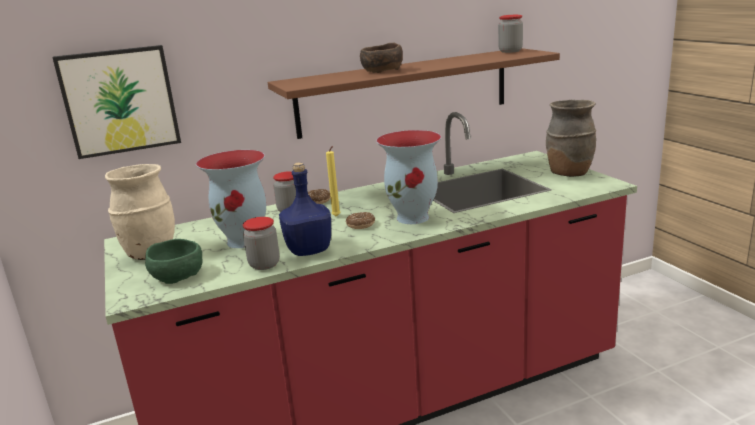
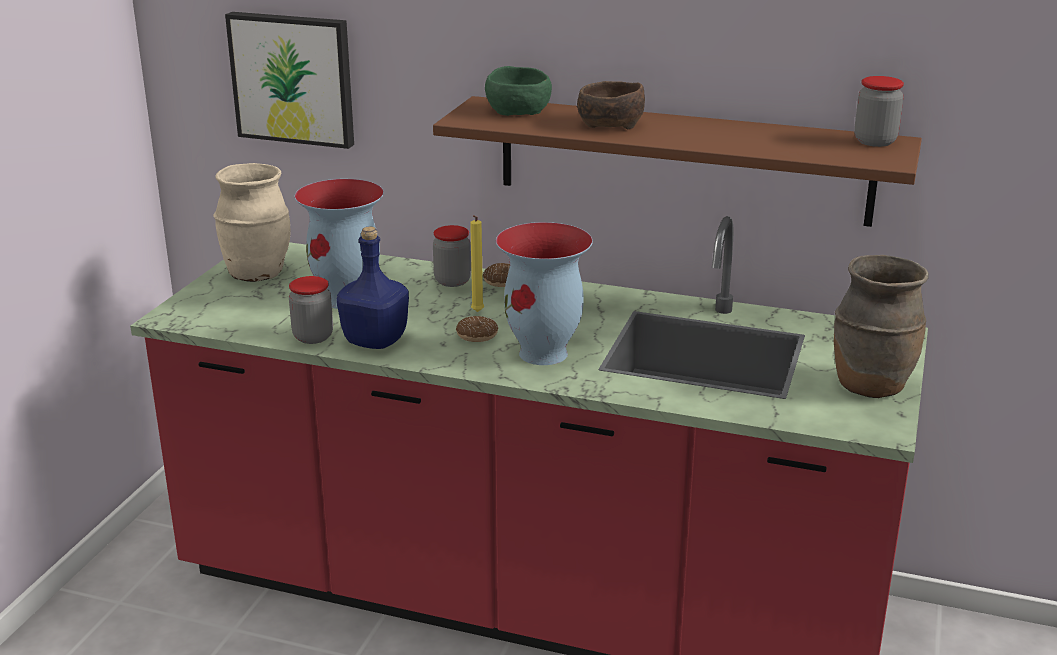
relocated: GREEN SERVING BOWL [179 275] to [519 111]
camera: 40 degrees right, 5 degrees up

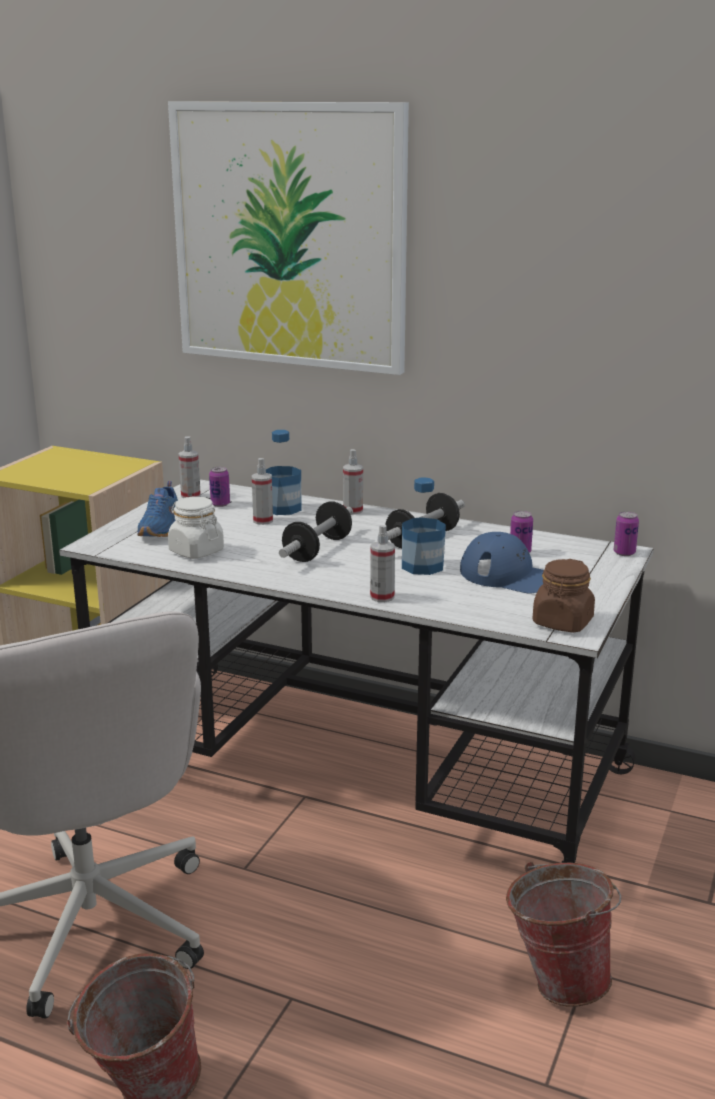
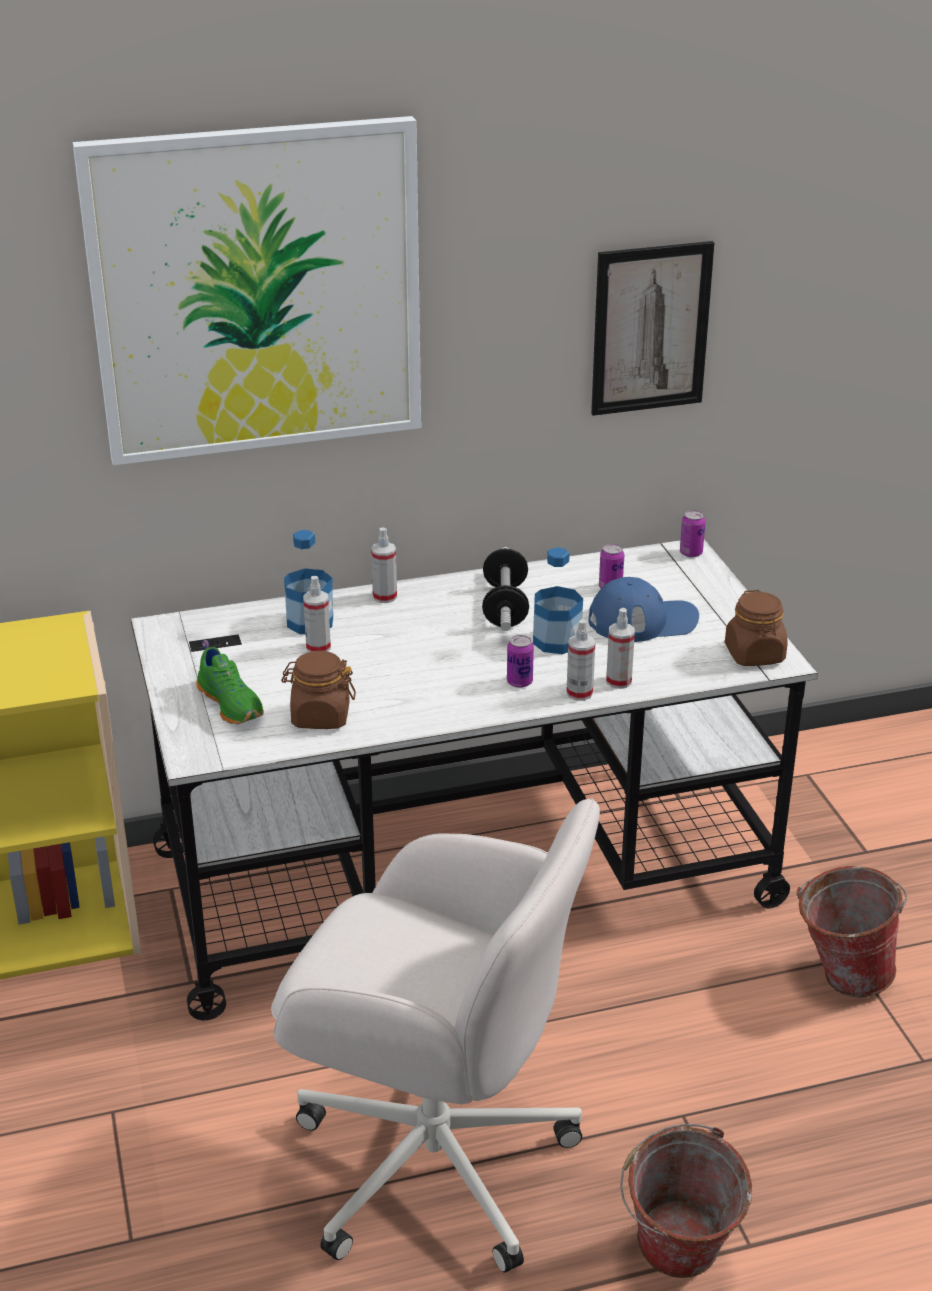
missing: FREE WEIGHT [317 550]
appeared: WALL ART [650 328]
relocated: METAL CAN [220 504] to [519 682]; SPRAYER [190 496] to [618 681]
colour: BLUISH ITEM OF FOOTWEAR [162 529] to GREEN ITEM OF FOOTWEAR [232 703]; WHITE-COLOURED JAR [196 551] to BROWN JAR [320 716]
camera: 40 degrees left, 10 degrees up

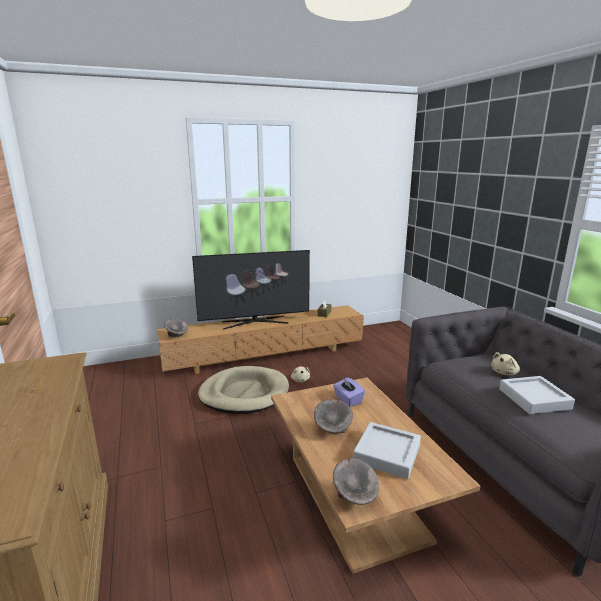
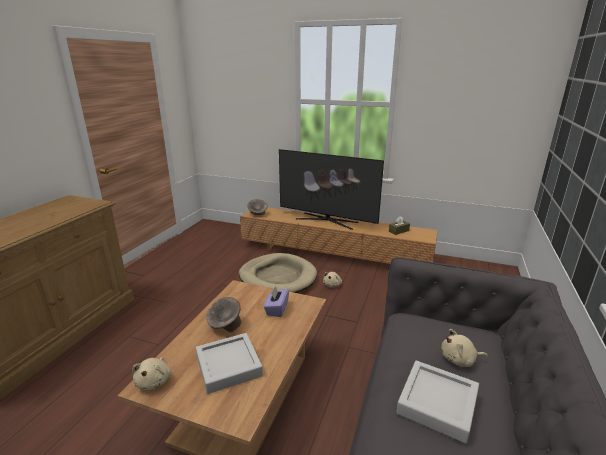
exchanged: GRAY SERVING BOWL [355 498] to BEIGE-COLOURED SOFT TOY [154 381]
camera: 40 degrees right, 5 degrees up

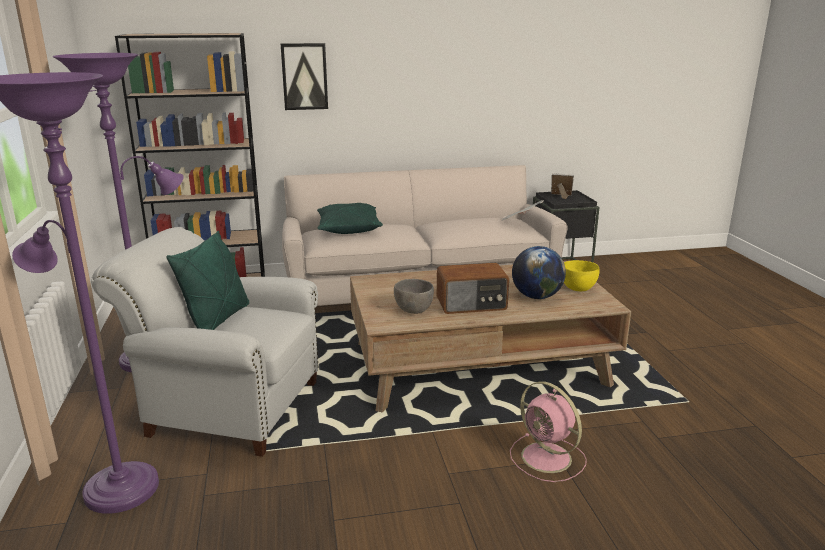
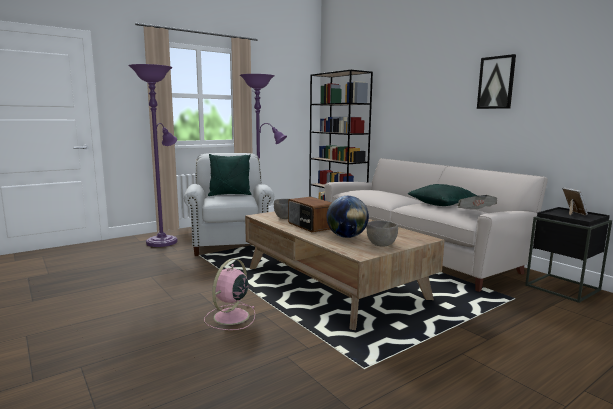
relocated: GREEN CUSHION [348 229] to [442 204]; WALL ART [304 76] to [496 82]
colour: YELLOW-COLOURED SERVING BOWL [578 289] to GRAY SERVING BOWL [381 245]
camera: 65 degrees right, 10 degrees down

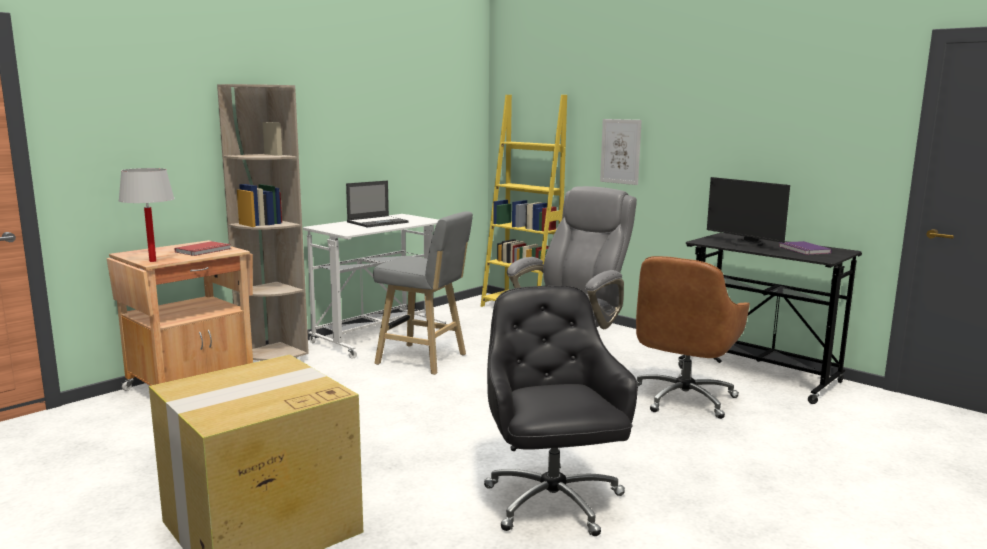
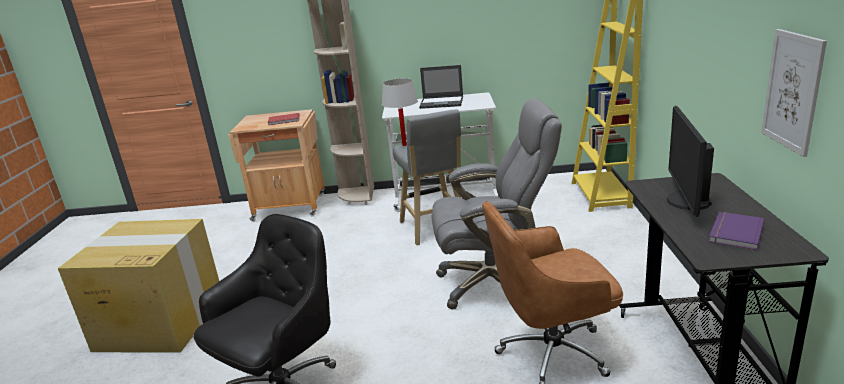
relocated: WHITE-COLOURED TABLETOP LAMP [152 261] to [404 145]; WALL ART [620 151] to [792 91]
camera: 50 degrees right, 10 degrees up

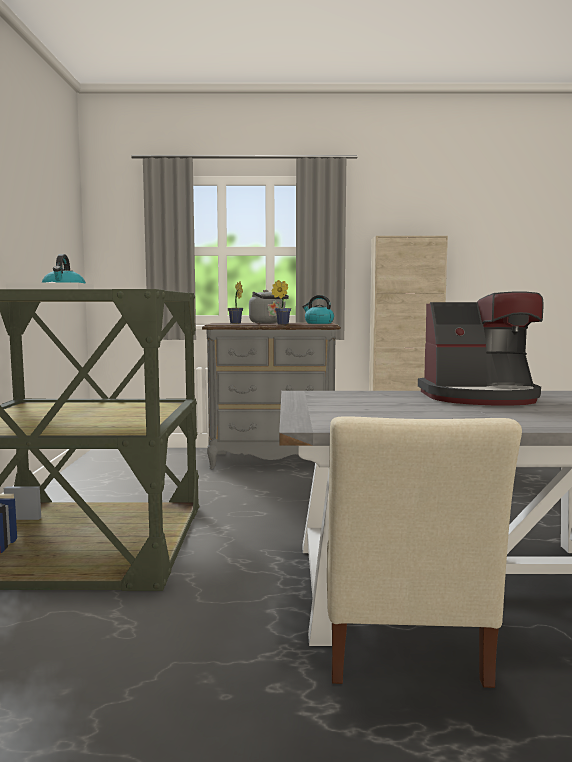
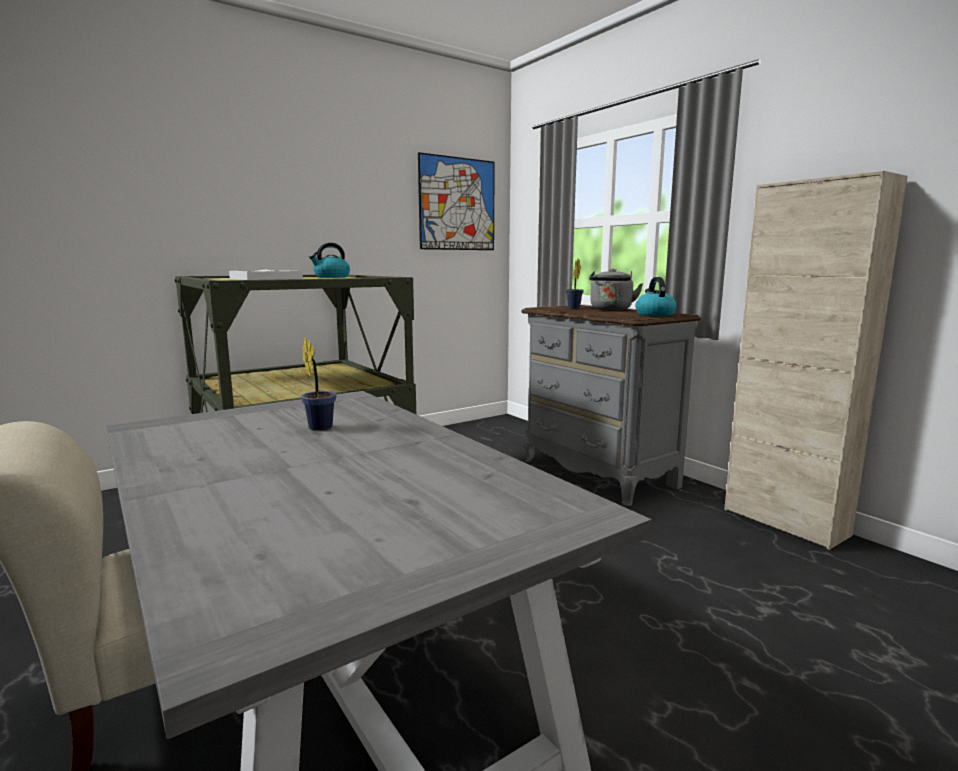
missing: COFFEE BREWER [480 397]
appeared: WALL ART [457 204]
relocated: POTTED PLANT [281 324] to [319 426]
camera: 55 degrees right, 5 degrees up

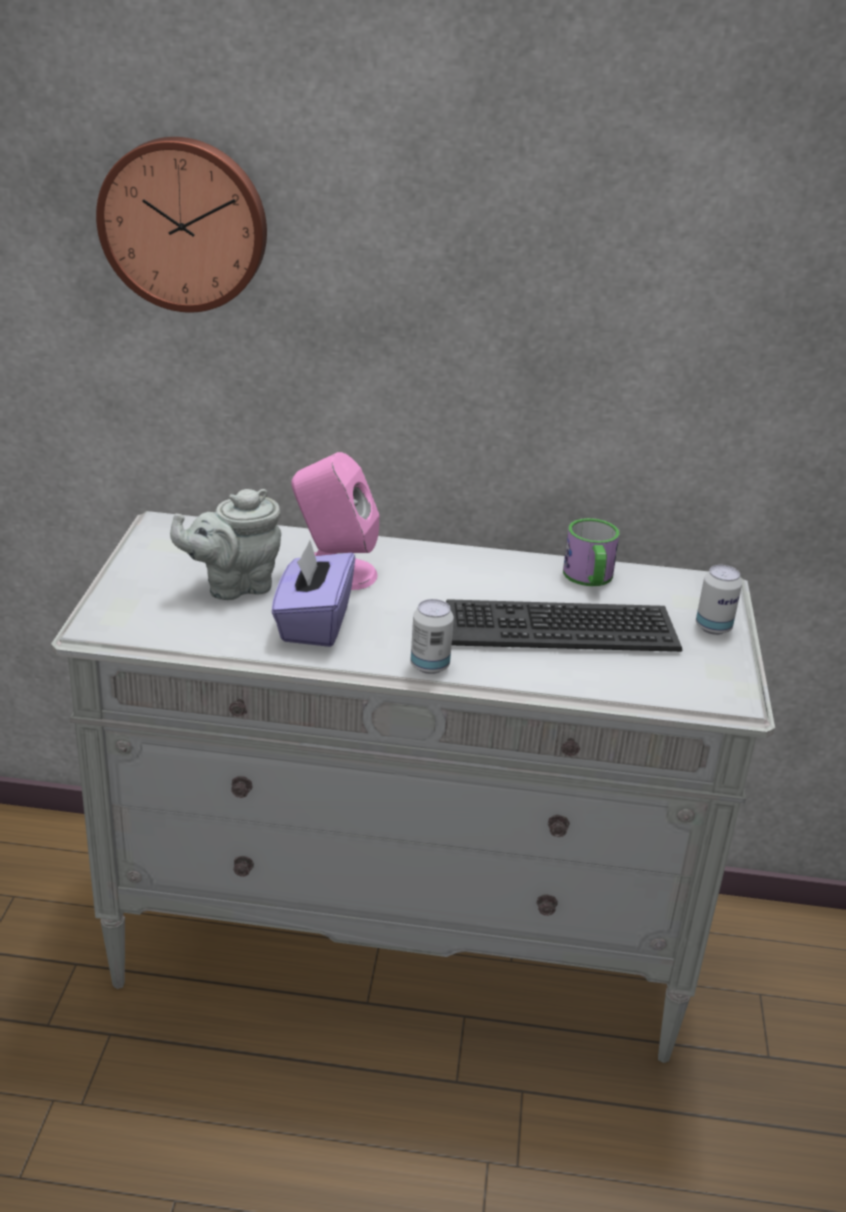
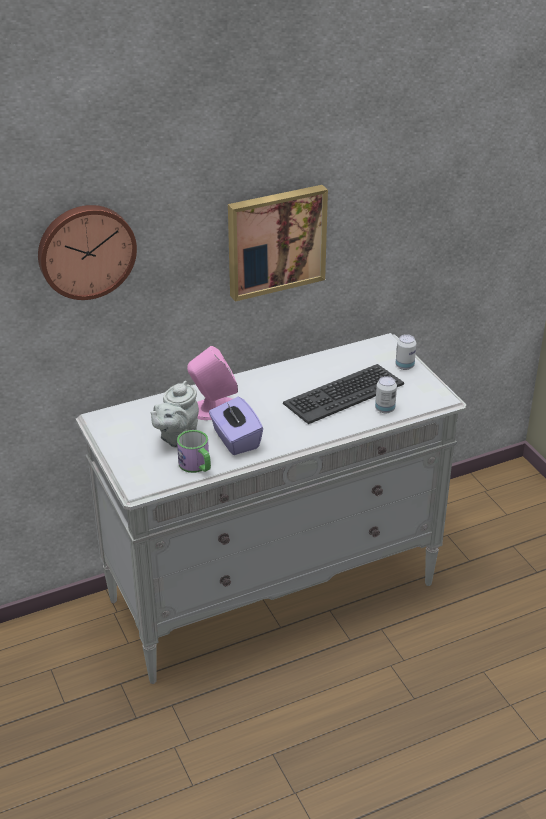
appeared: WALL ART [275 240]
relocated: MUG [589 578] to [197 466]; METAL CAN [429 666] to [385 409]
camera: 30 degrees left, 5 degrees up

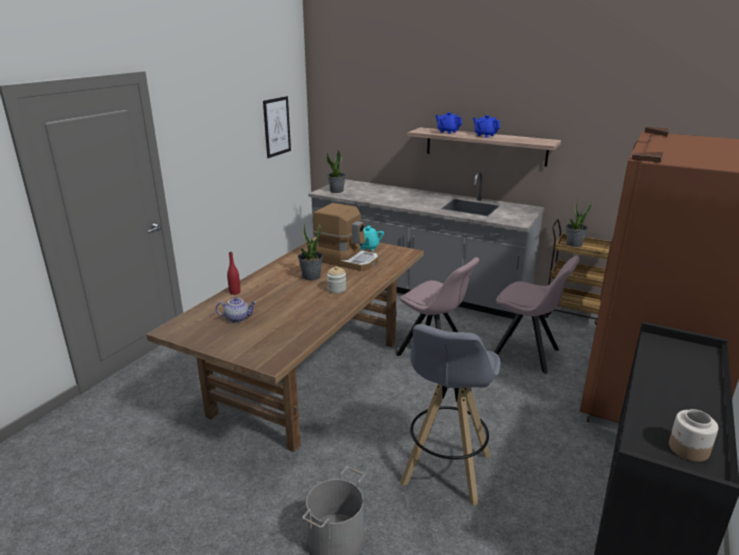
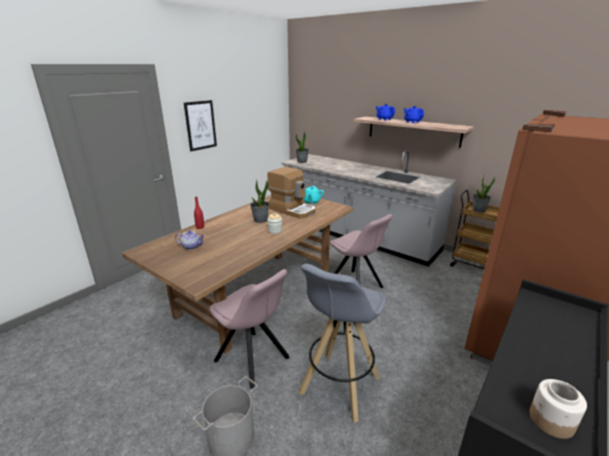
relocated: WALL ART [277 126] to [200 125]; PINK CHAIR [525 354] to [252 359]
camera: 10 degrees right, 0 degrees up

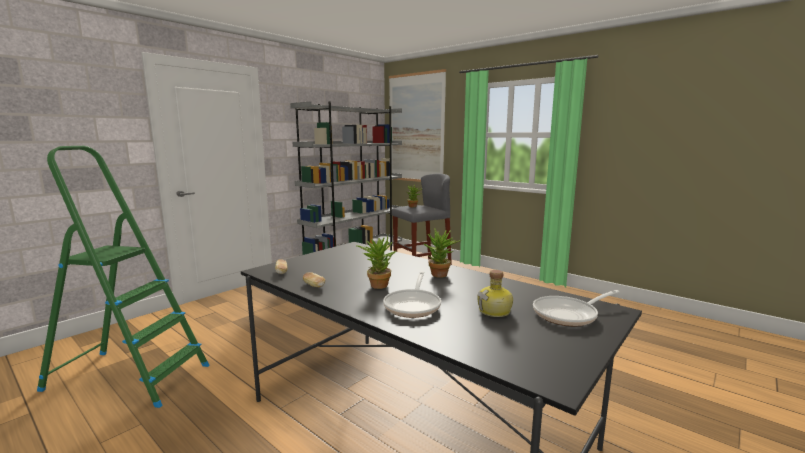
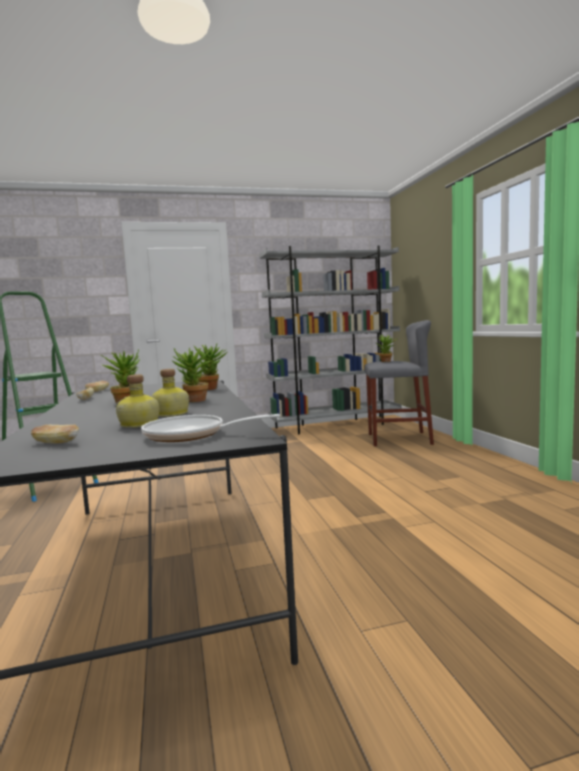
missing: PAN [413 305]; WALL ART [416 128]
appeared: BAKED BREAD [56 443]; BOTTLE [171 414]; POTTED PLANT [212 388]
camera: 35 degrees right, 5 degrees down

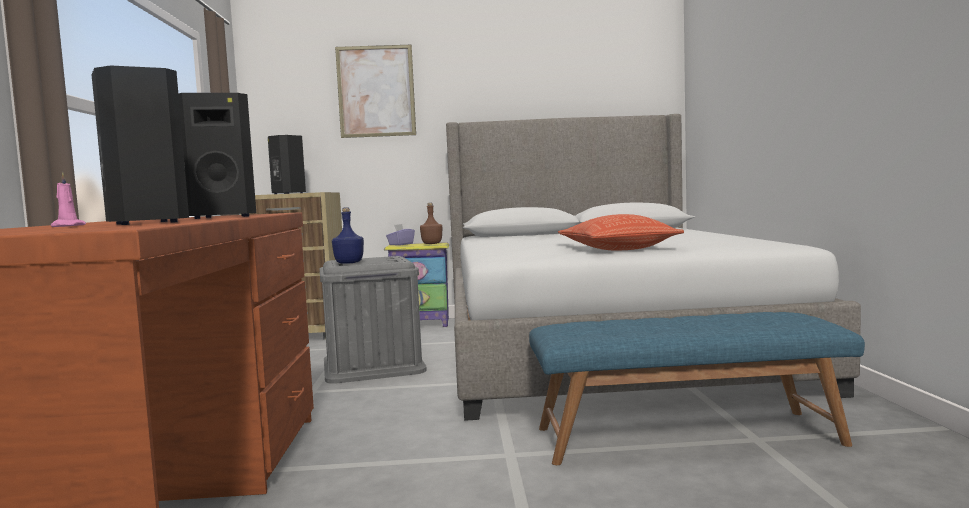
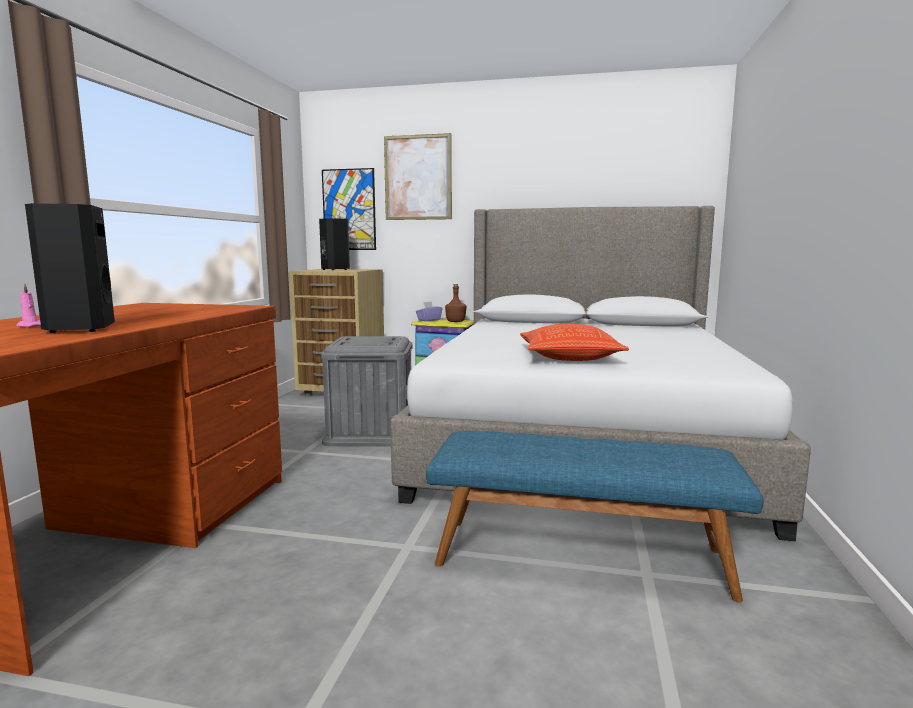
missing: BLACKISH LOUDSPEAKER [224 217]; BLUISH BOTTLE [349 263]
appeared: WALL ART [349 209]
camera: 15 degrees right, 5 degrees up

